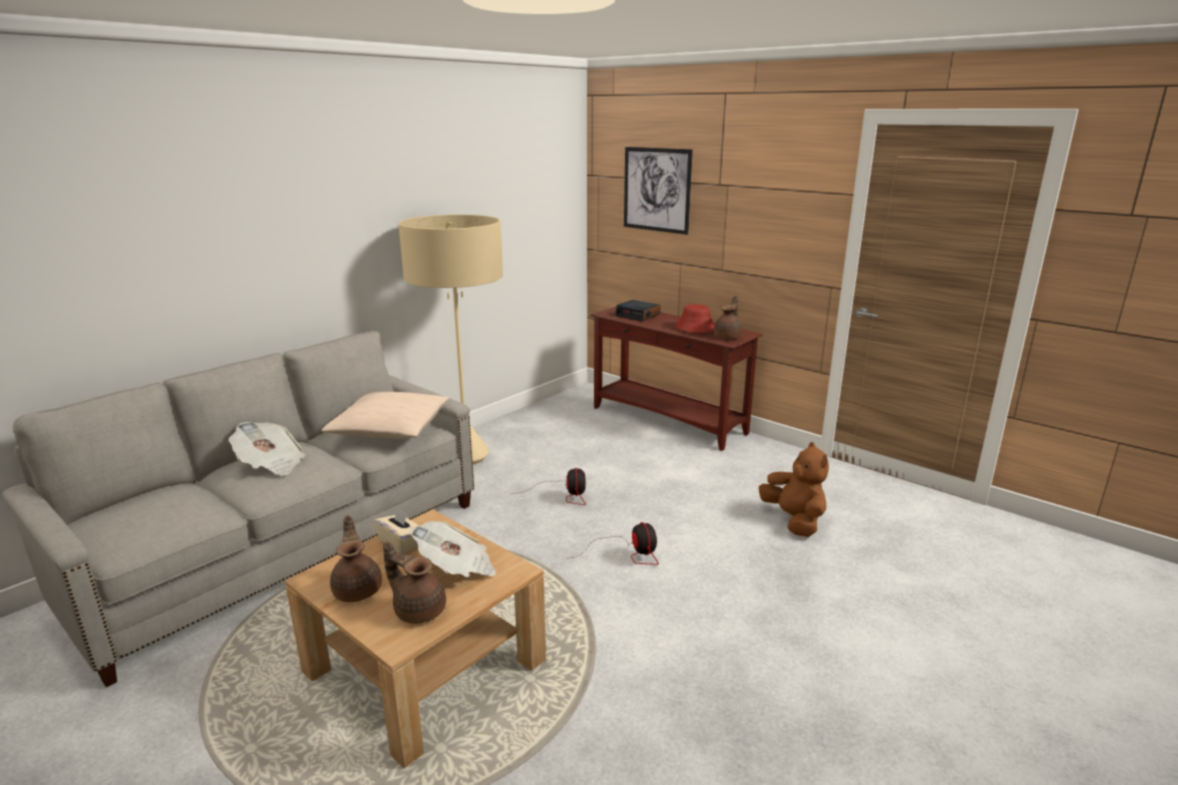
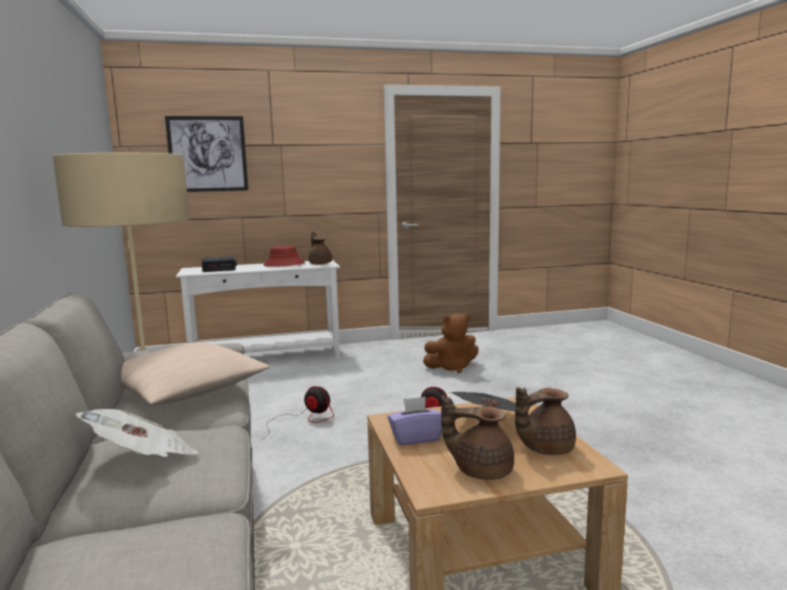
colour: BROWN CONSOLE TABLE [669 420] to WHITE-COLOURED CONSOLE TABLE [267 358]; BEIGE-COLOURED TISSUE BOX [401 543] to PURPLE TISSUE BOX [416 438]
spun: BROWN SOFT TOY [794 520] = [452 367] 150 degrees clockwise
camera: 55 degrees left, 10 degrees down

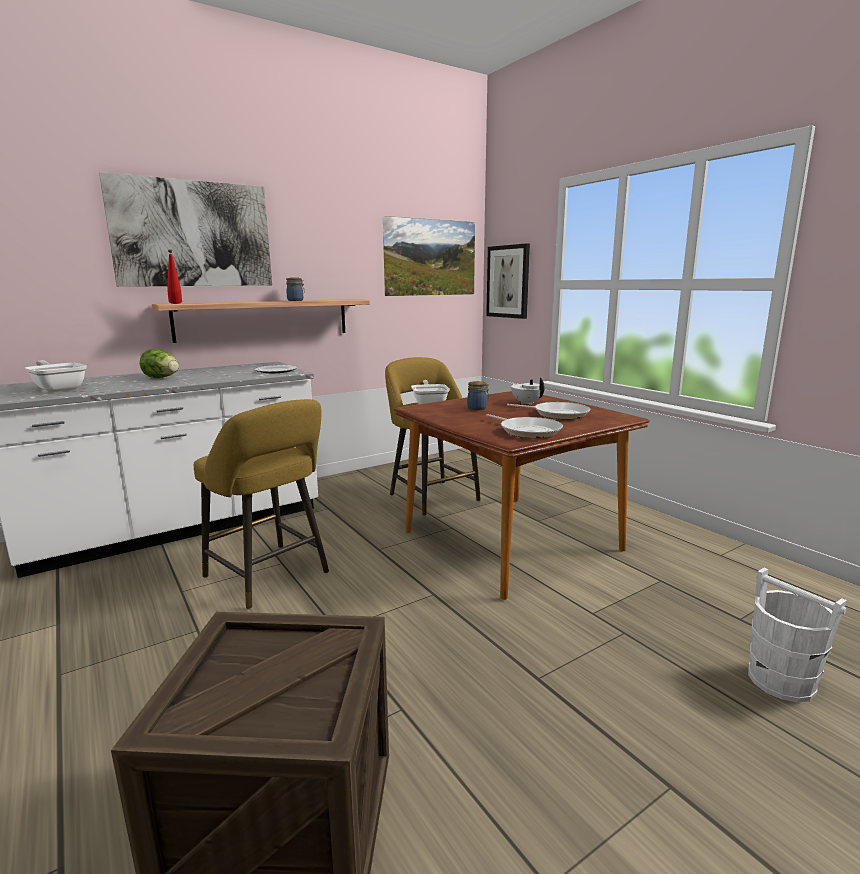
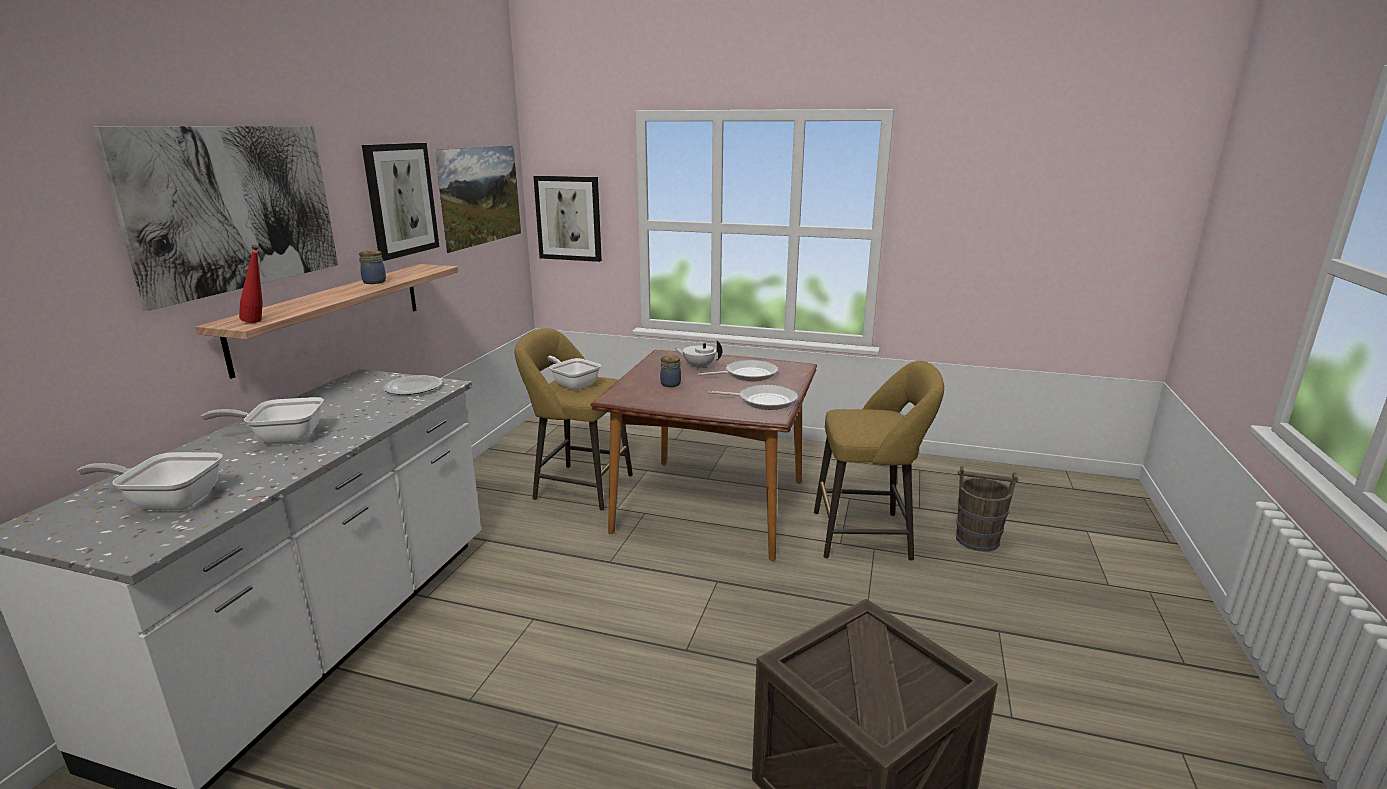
appeared: WALL ART [400 199]
relocated: YELLOW-COLOURED STOOL [270 577] to [868 536]
exchanged: LETTUCE HEAD [162 378] to PAN [282 438]
colour: WHITE-COLOURED BUCKET [780 680] to BROWN BUCKET [976 539]
camera: 40 degrees left, 5 degrees up

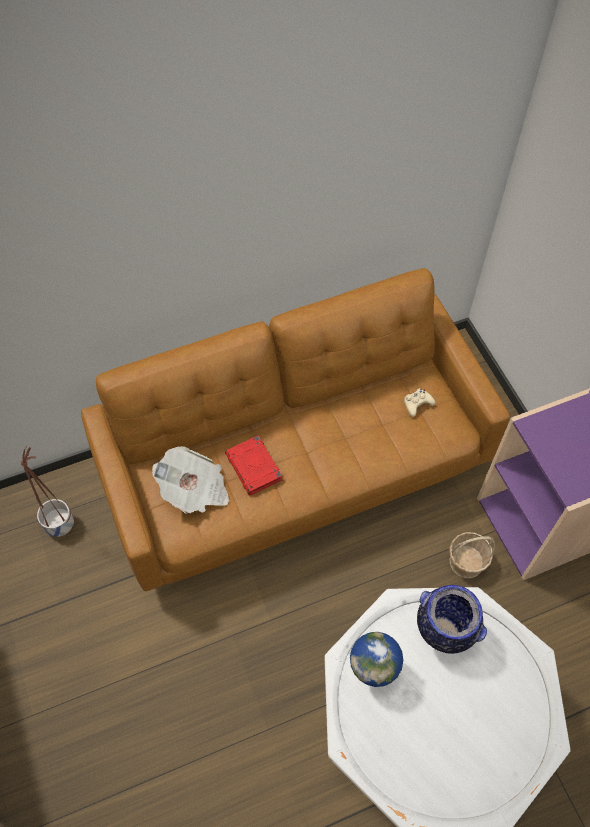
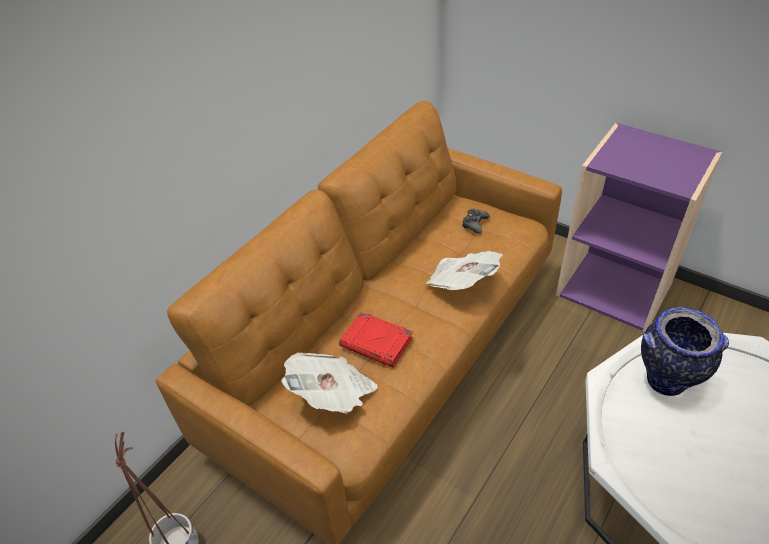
missing: DESK GLOBE [373 671]; STORAGE BASKET [466 562]
appeared: NEWSPAPER [462 283]
colour: BEIGE-COLOURED JOYPAD [417 404] to BLACKISH JOYPAD [475 224]
camera: 30 degrees left, 15 degrees down

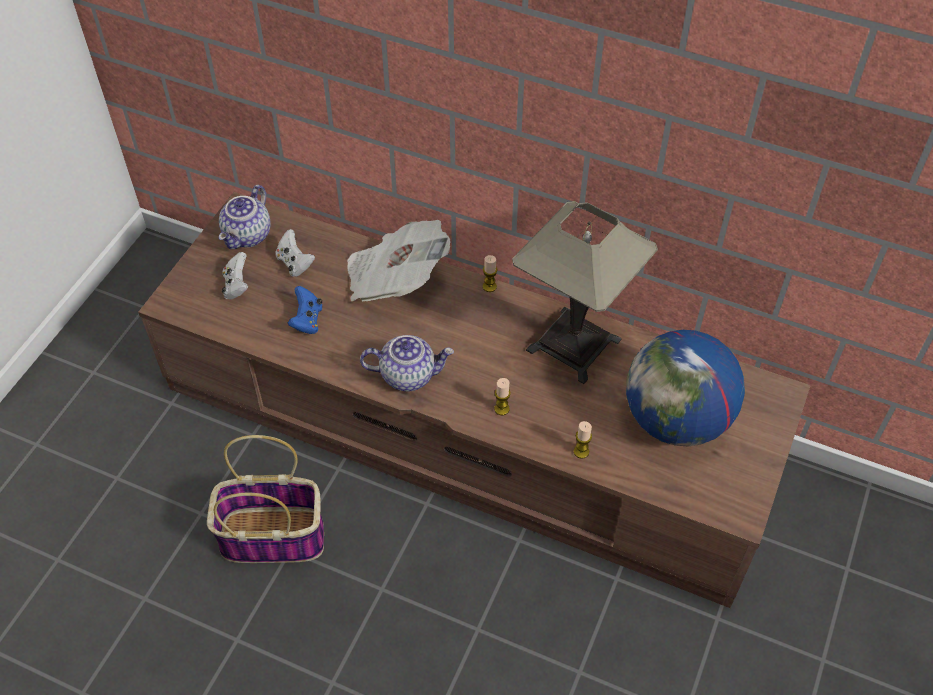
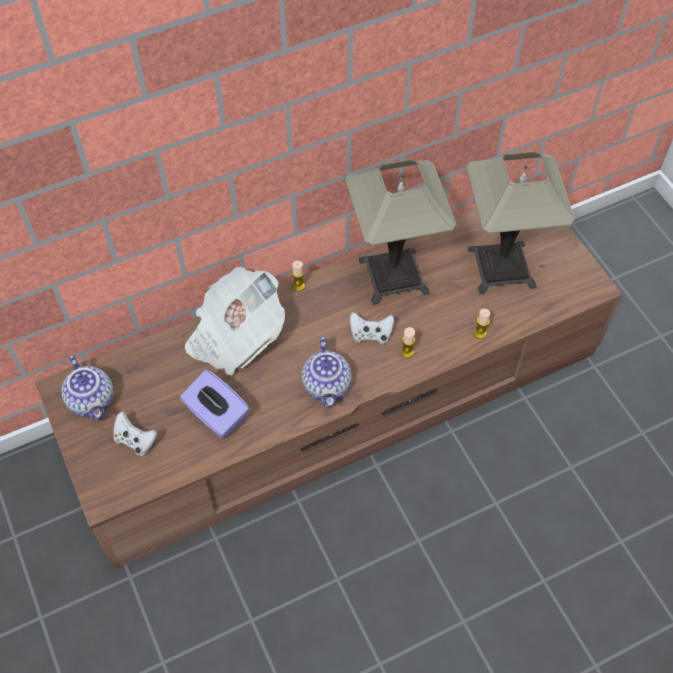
missing: STORAGE BASKET [274 536]
relocated: WHITE-COLOURED JOYPAD [295 263] to [371 334]
exchanged: BLUISH JOYPAD [307 320] to PURPLE TISSUE BOX [217 416]; DESK GLOBE [676 420] to TABLETOP LAMP [501 267]
spun: POT FOR TEA [408 374] = [327 386] 135 degrees clockwise
camera: 50 degrees left, 5 degrees up

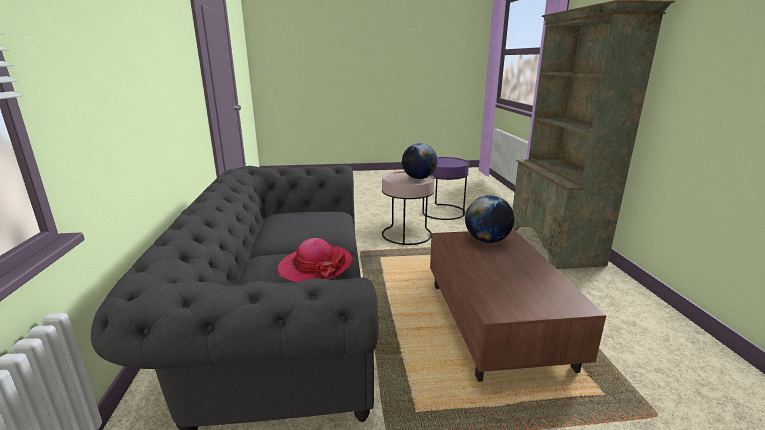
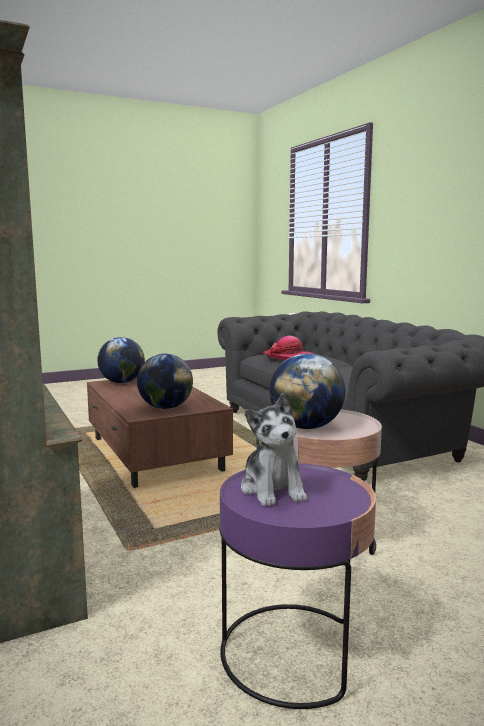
appeared: DESK GLOBE [122 382]; SOFT TOY [273 489]
camera: 160 degrees right, 10 degrees down

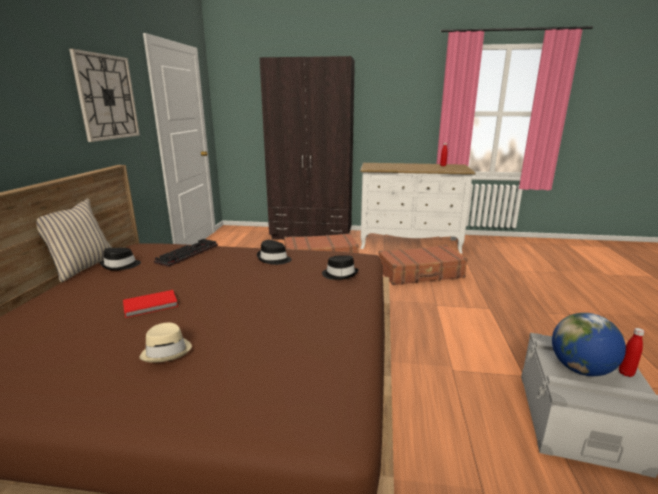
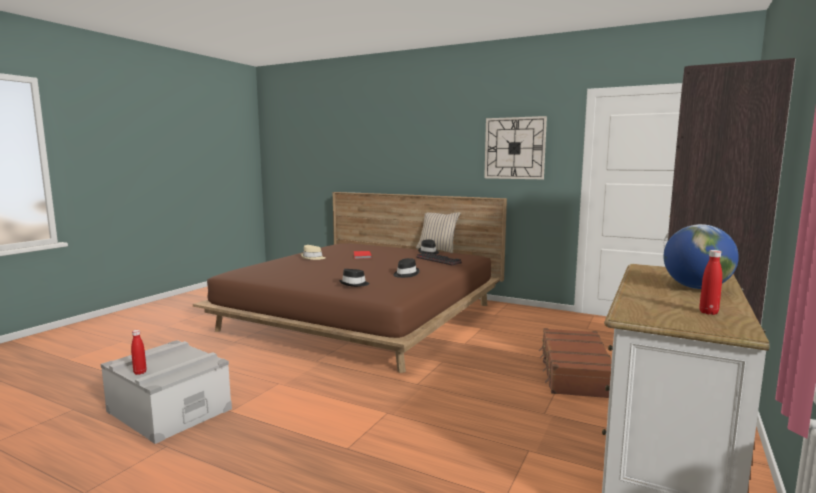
missing: BROWN TRAVEL CASE [420 273]
relocated: DESK GLOBE [580 369] to [696 288]
camera: 110 degrees right, 10 degrees down

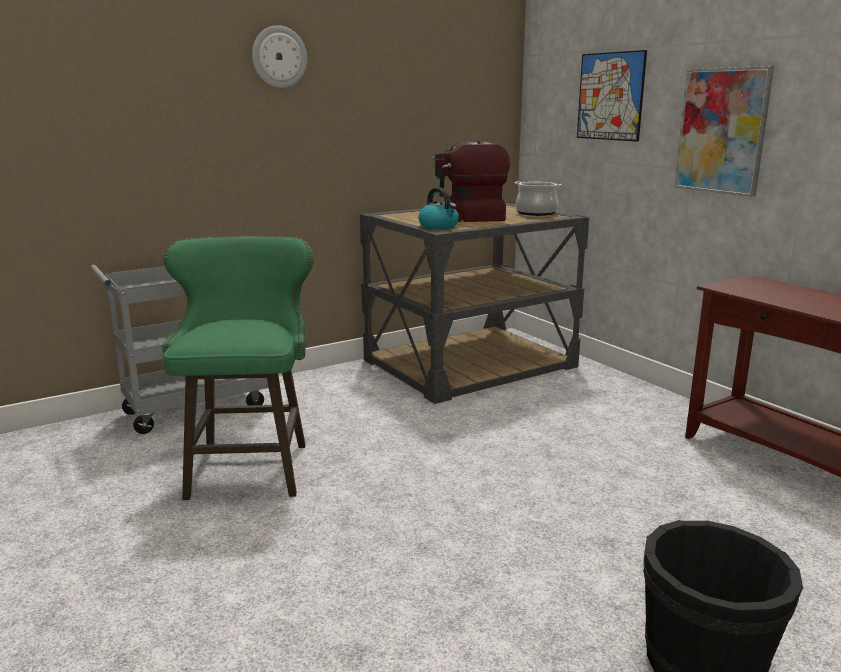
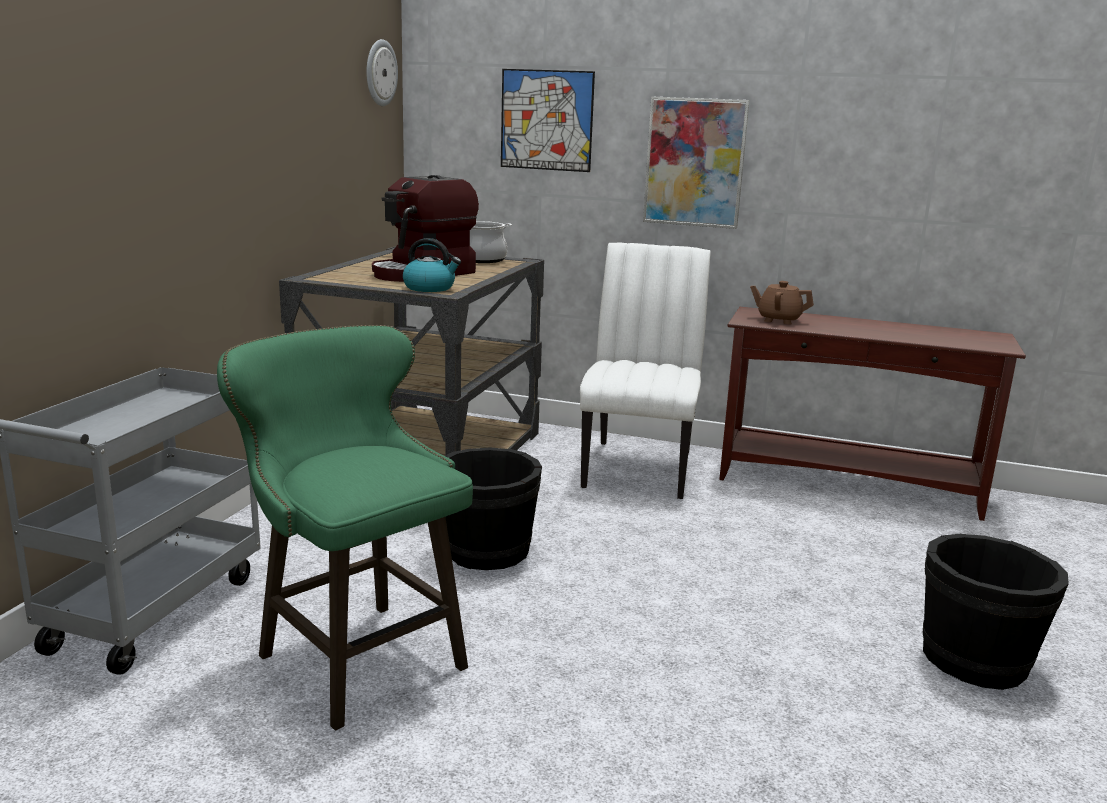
appeared: BLACKISH BUCKET [486 552]; WHITE-COLOURED CHAIR [639 469]; BROWN POT FOR TEA [778 320]
relocated: HANGING CLOCK [279 57] to [380 73]
camera: 40 degrees left, 0 degrees up

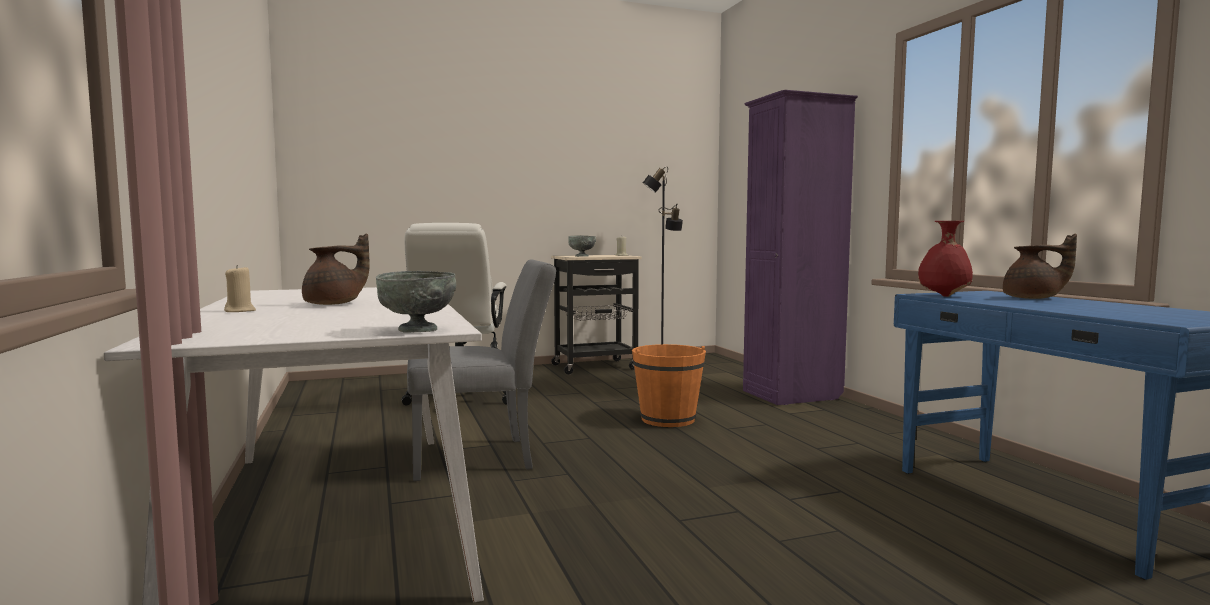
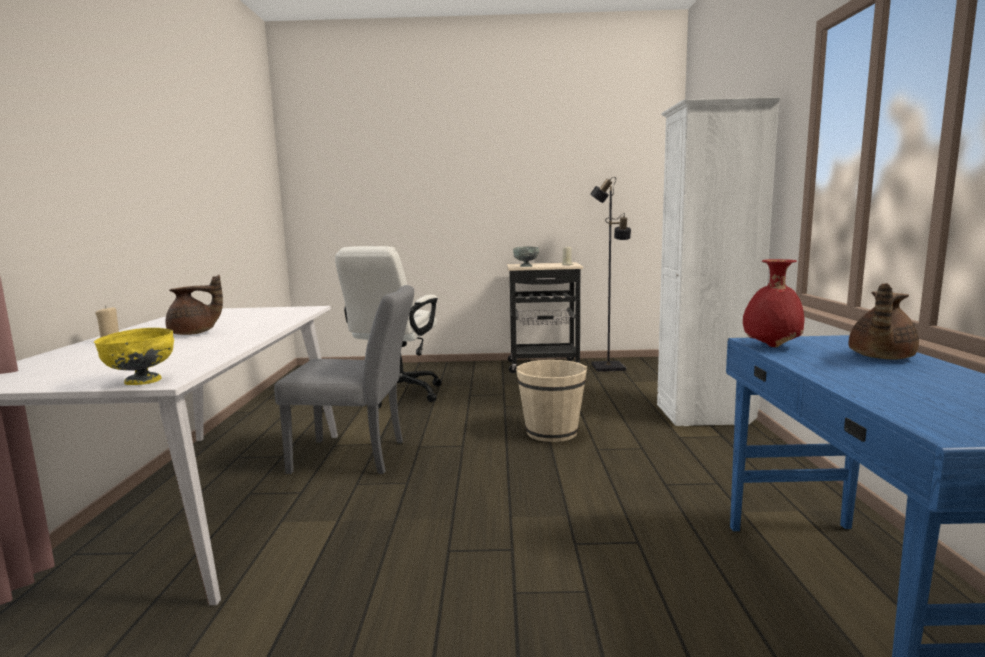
colour: GRAY SERVING BOWL [418 330] to YELLOW-COLOURED SERVING BOWL [142 381]; ORANGE BUCKET [668 419] to BEIGE-COLOURED BUCKET [551 432]; PURPLE CABINET [791 395] to WHITE-COLOURED CABINET [703 414]
spun: BROWN POT FOR TEA [1033 298] = [879 357] 90 degrees clockwise
camera: 20 degrees right, 5 degrees up

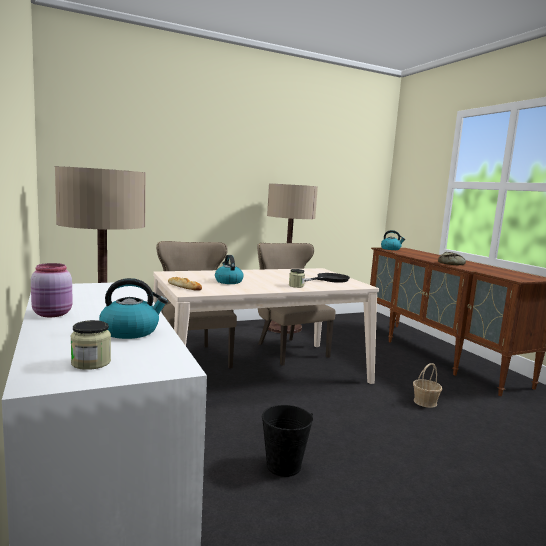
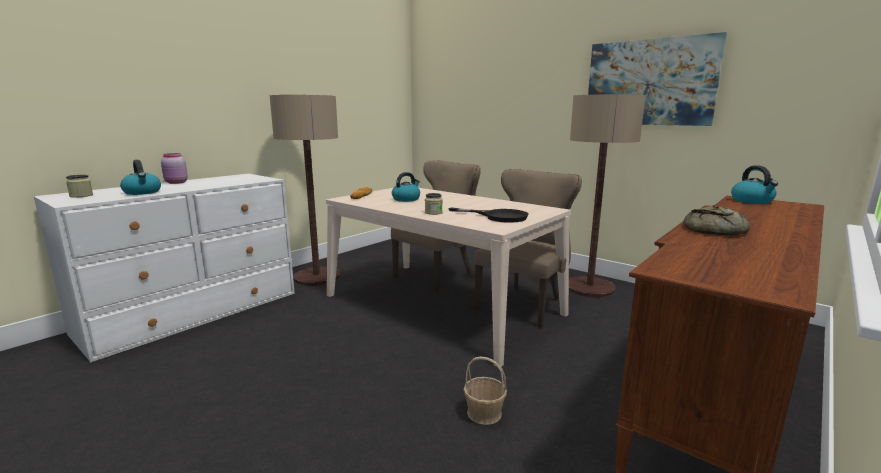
missing: BLACKISH BUCKET [283 465]
appeared: WALL ART [649 82]
camera: 65 degrees right, 5 degrees up

